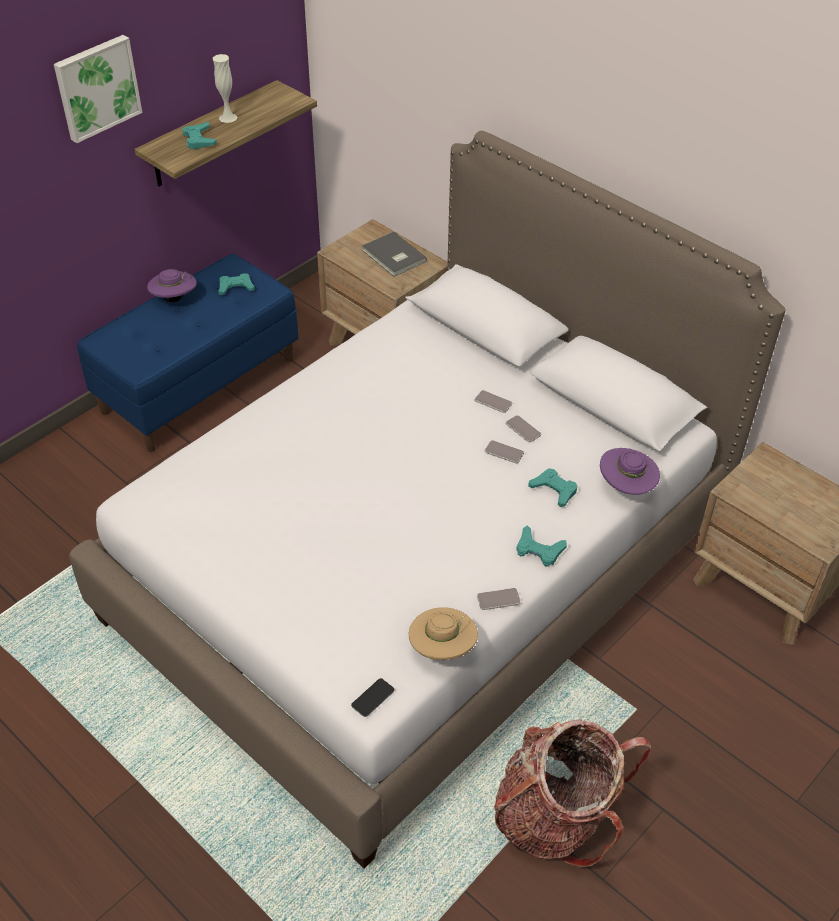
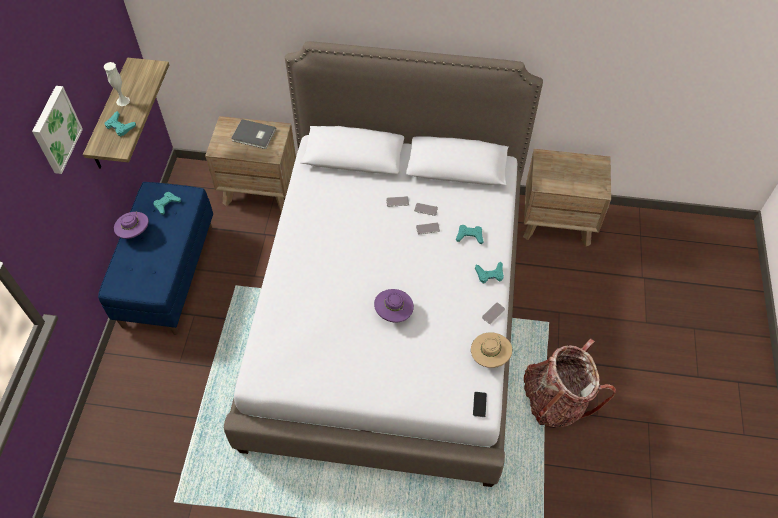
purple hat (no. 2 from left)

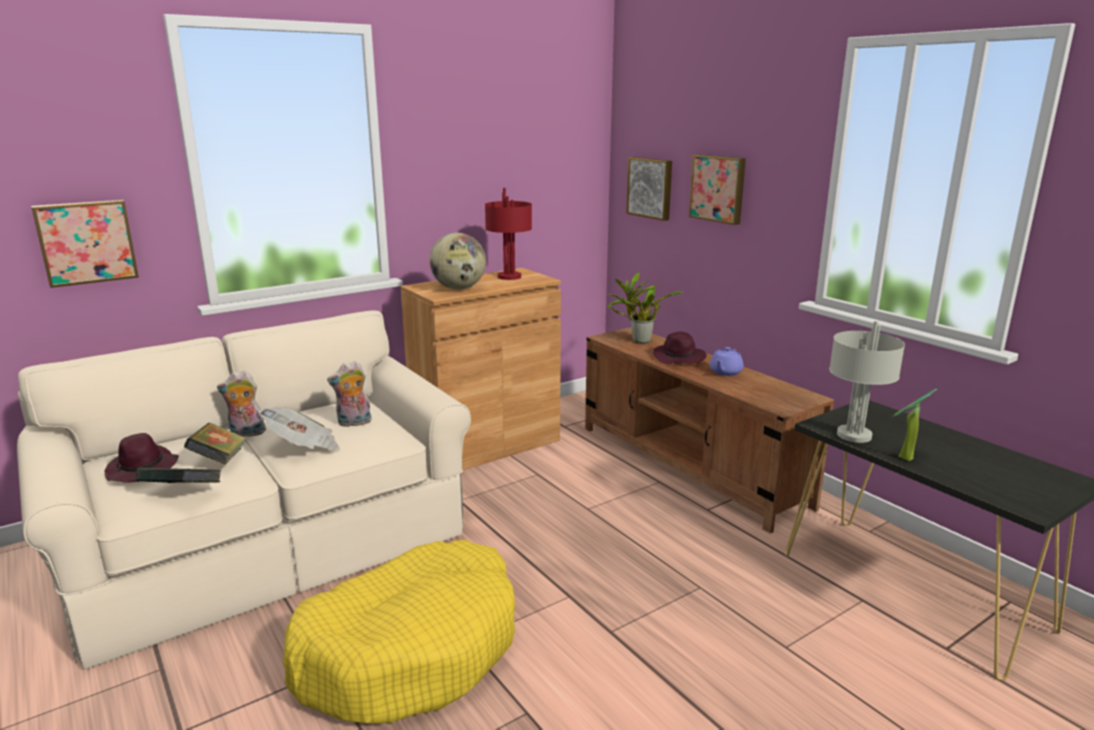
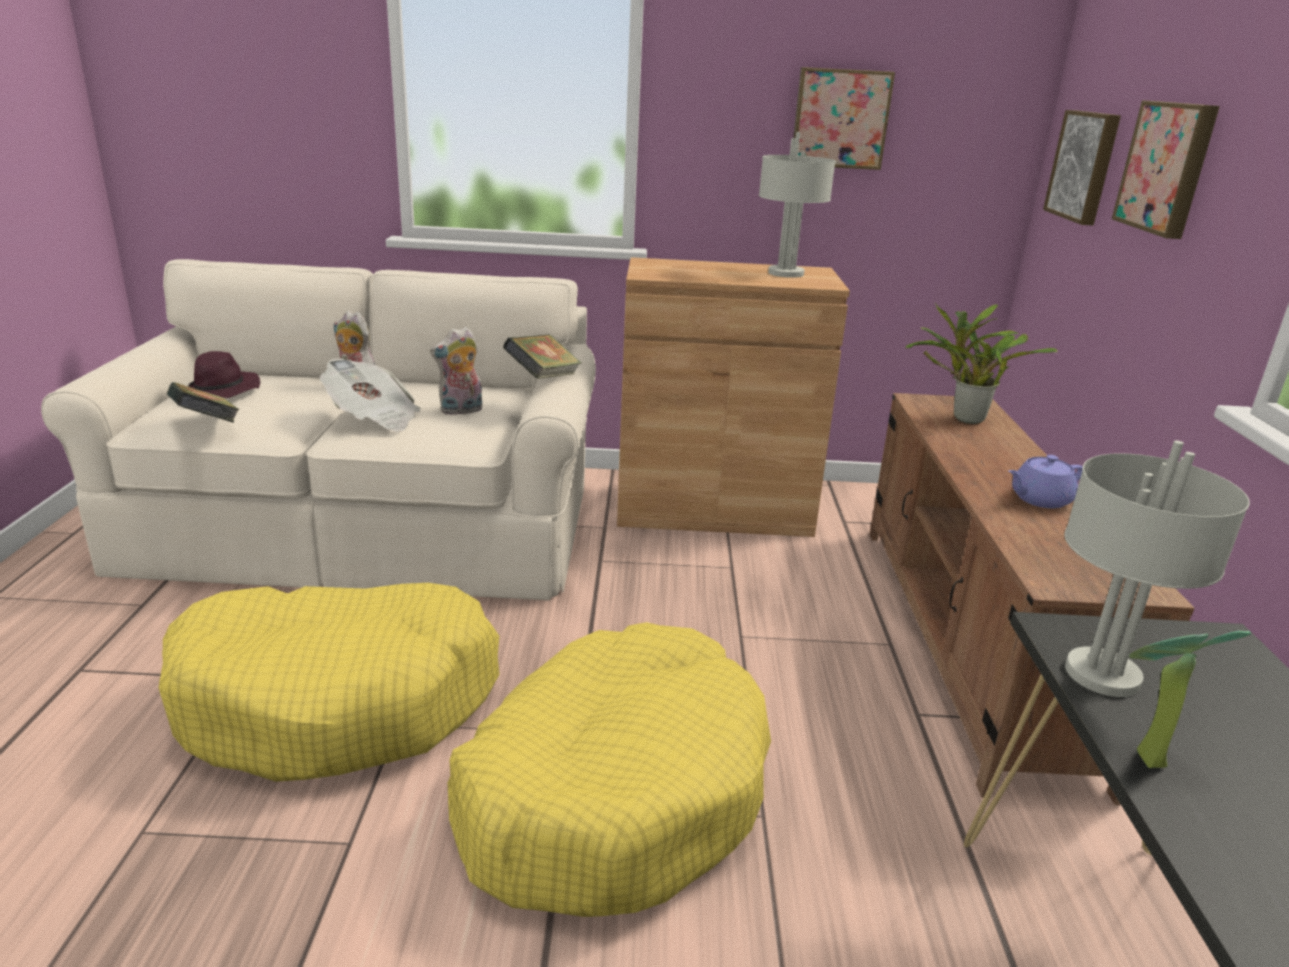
picture (no. 1 from left); book (no. 2 from left); plush toy (no. 2 from left); globe; grey table lamp (no. 1 from left); purple hat (no. 2 from left in the first image); yellow dog bed (no. 2 from left)

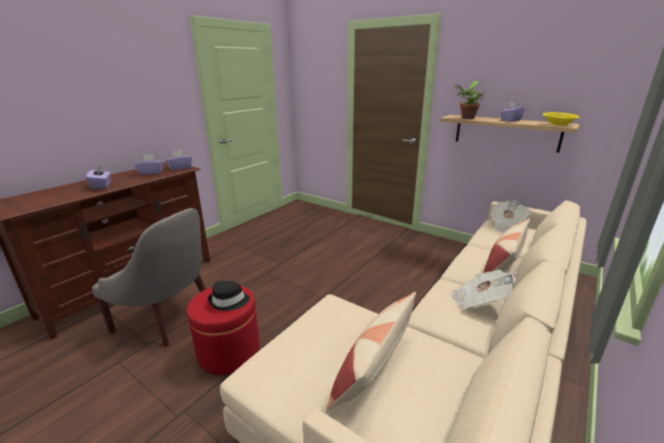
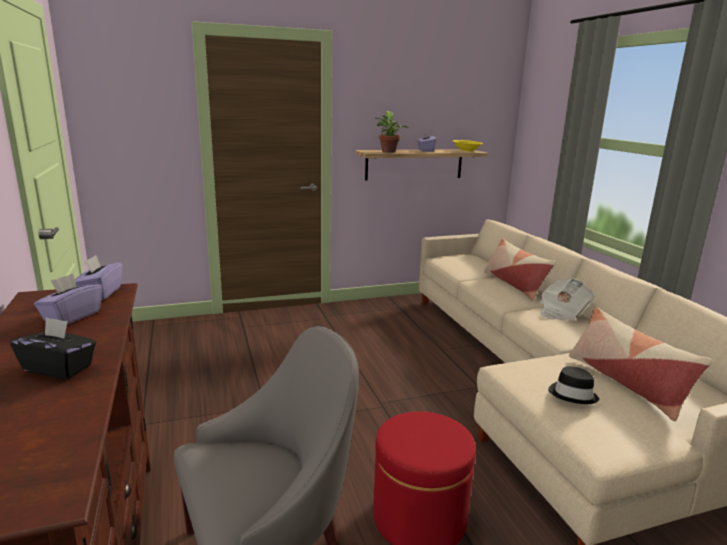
black tissue box; black hat; newspaper (no. 2 from left in the first image)

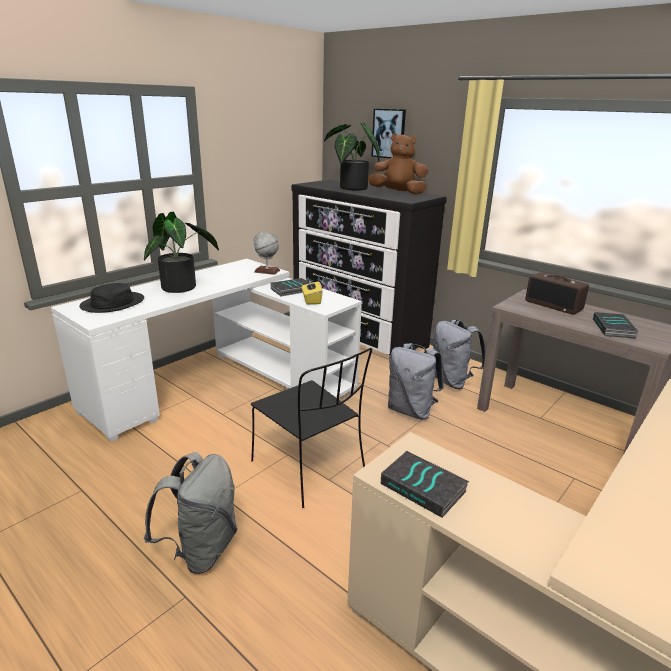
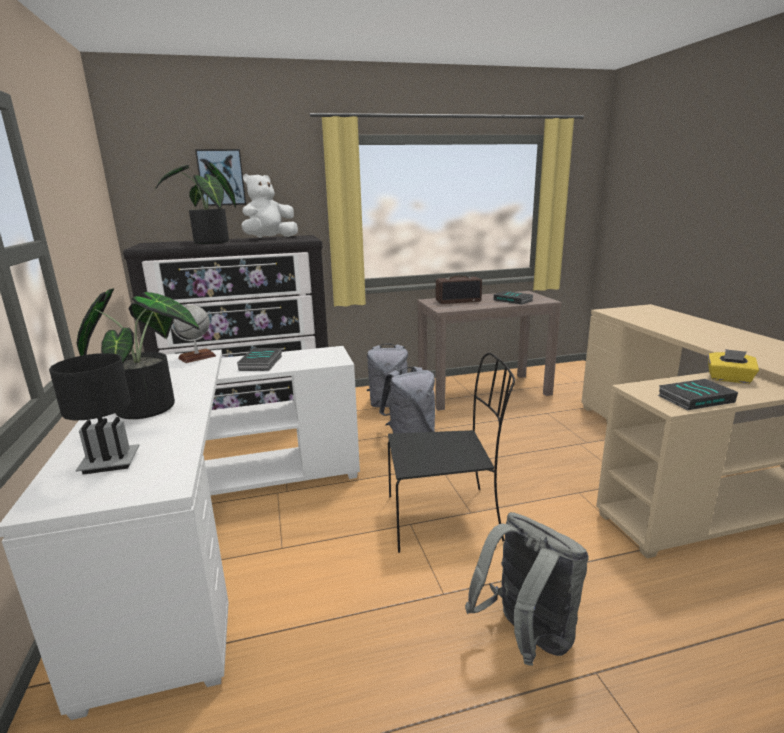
black table lamp; yellow tissue box; white plush toy

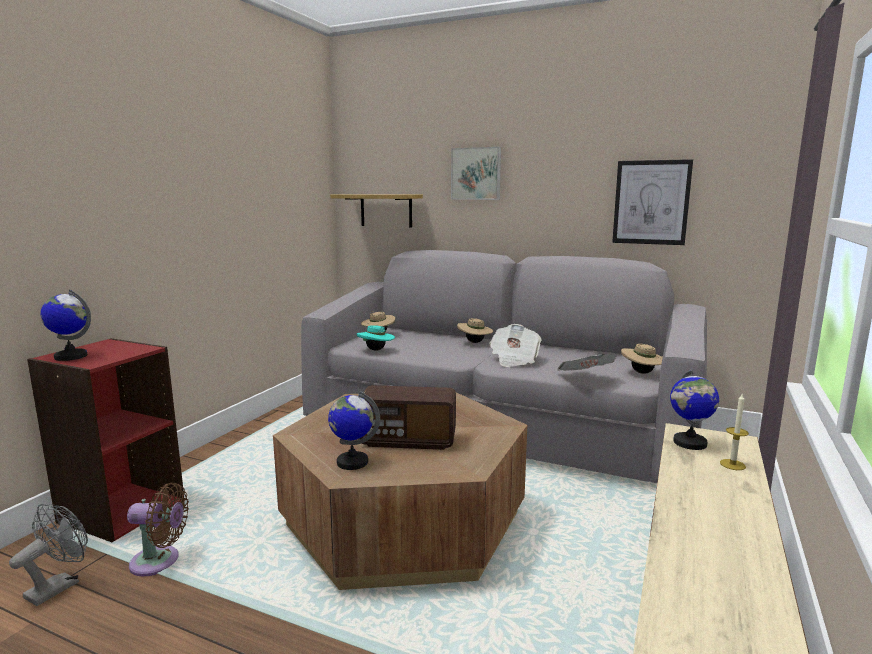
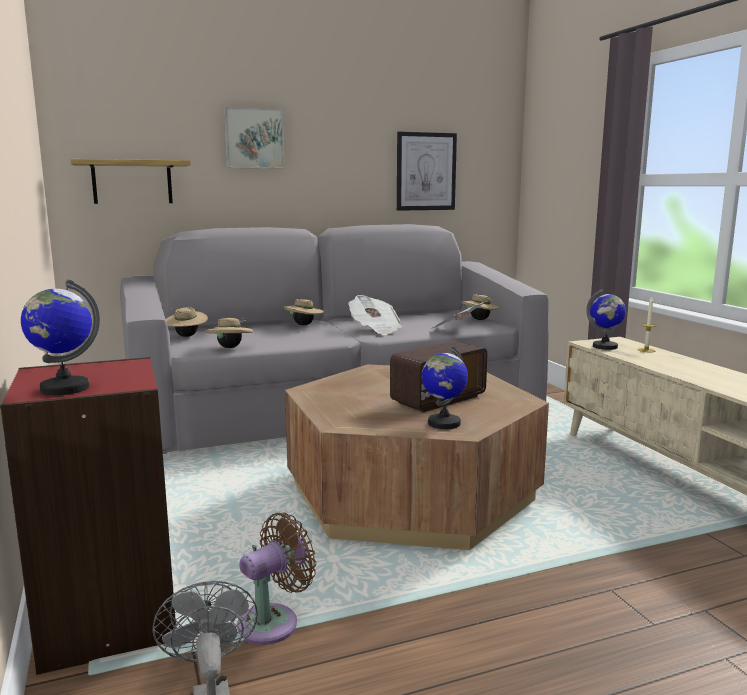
beige hat (no. 2 from left)

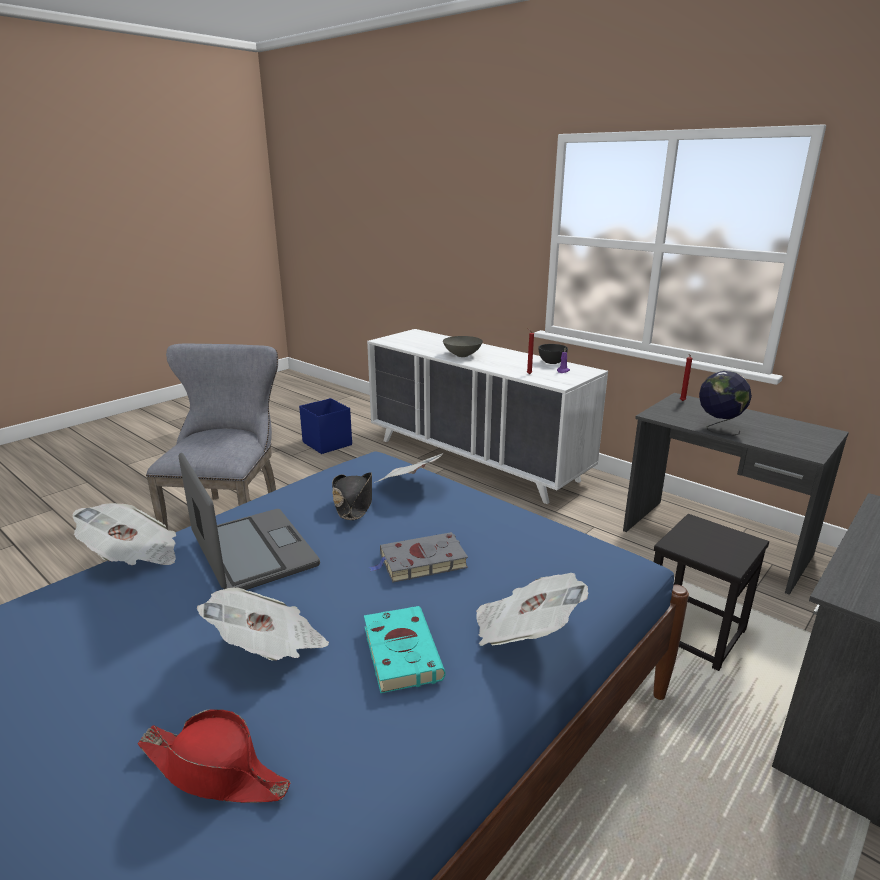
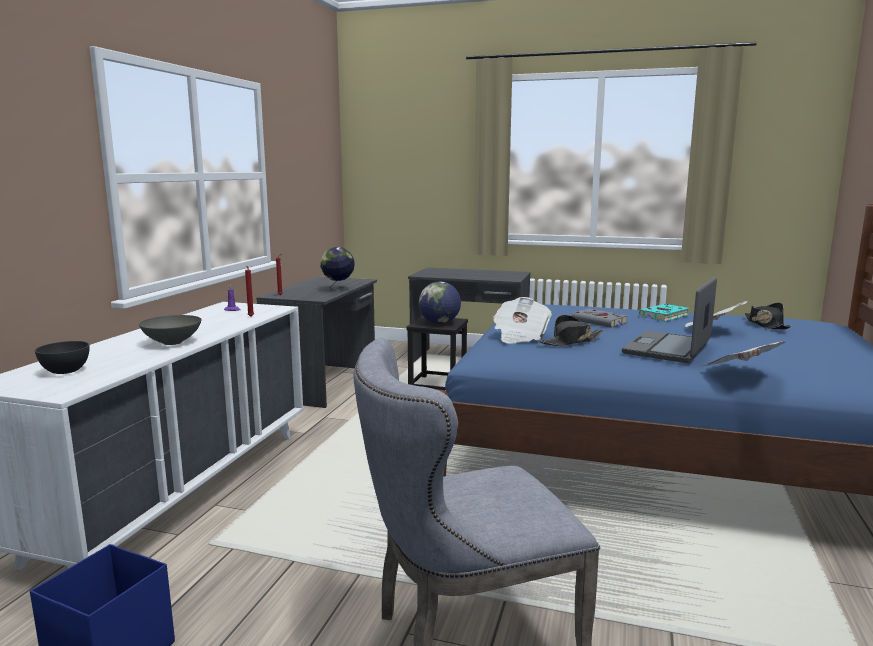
black hat (no. 2 from left); newspaper (no. 4 from left in the first image); grey bowl (no. 1 from left); globe (no. 2 from left)

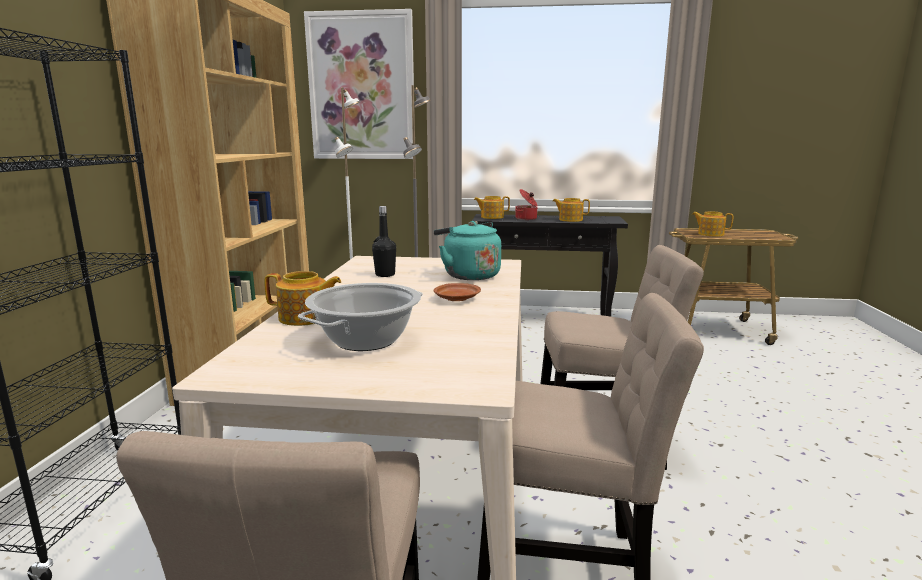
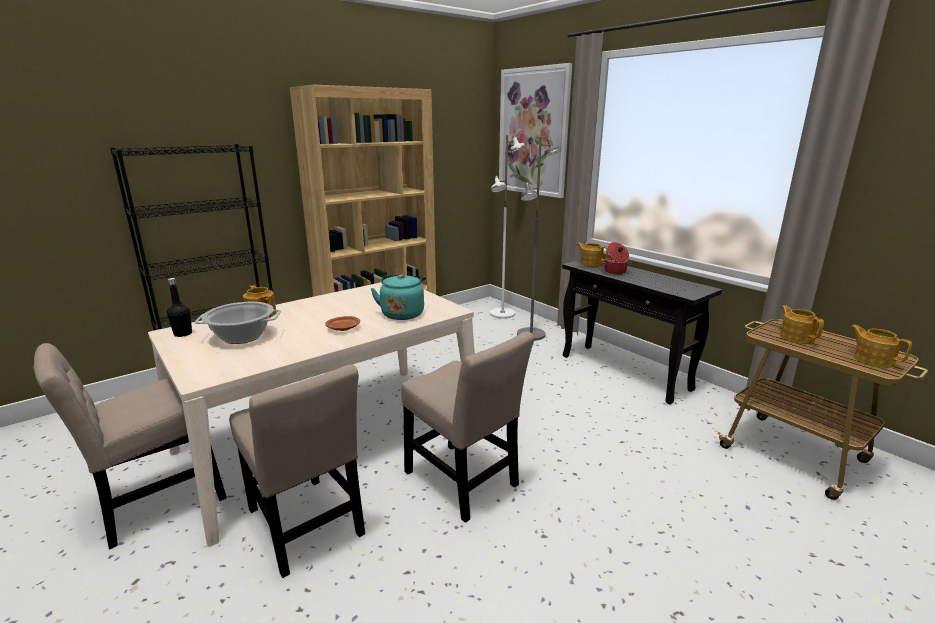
black bottle; teapot (no. 4 from left)

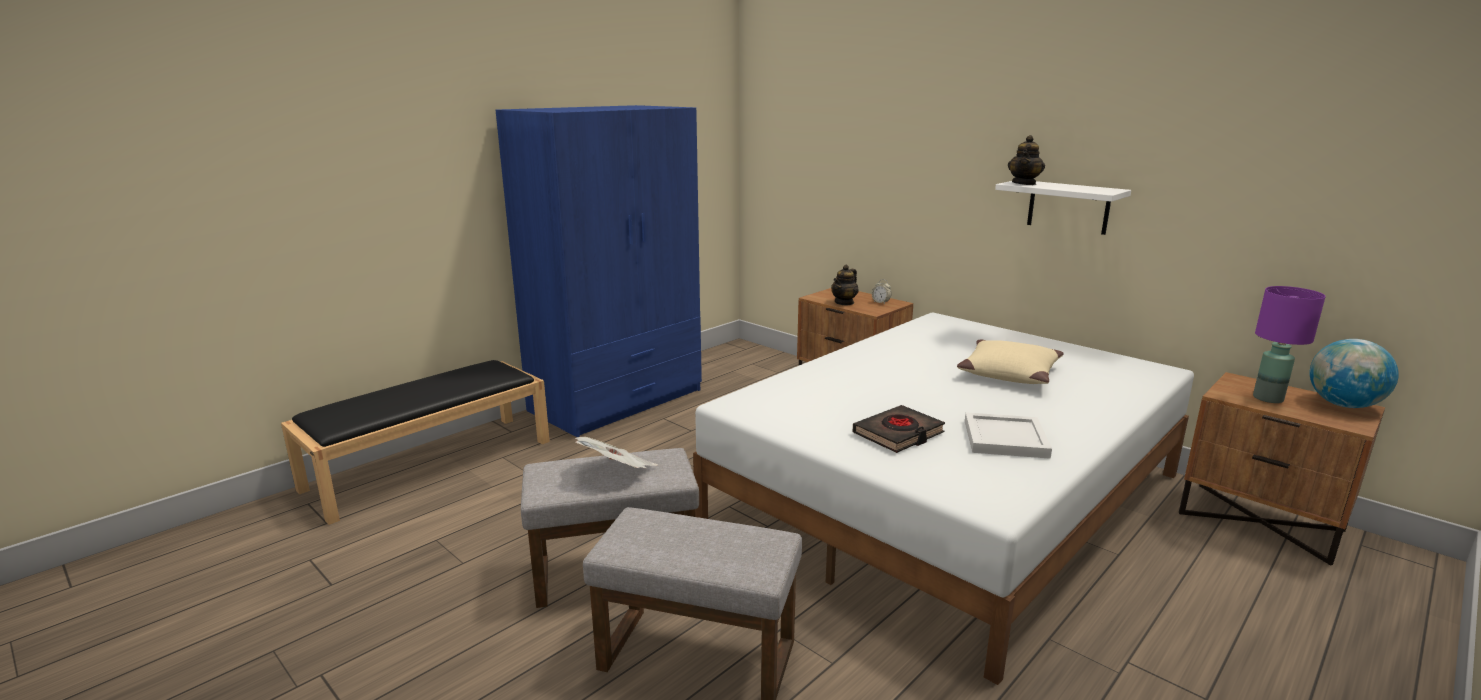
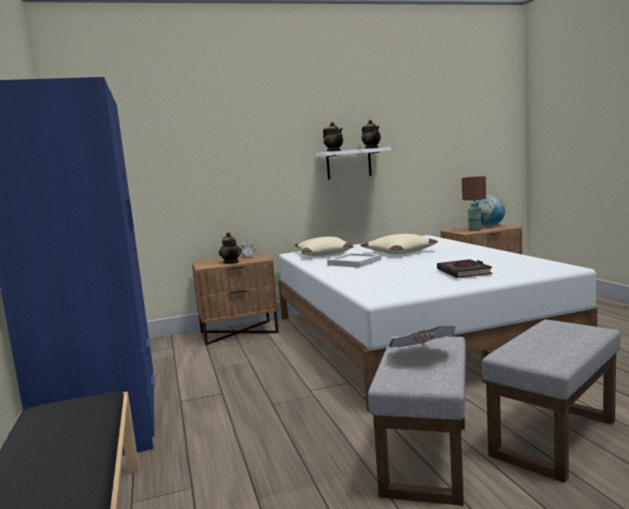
white tray; brown table lamp; beige pillow (no. 1 from left); teapot (no. 3 from left)

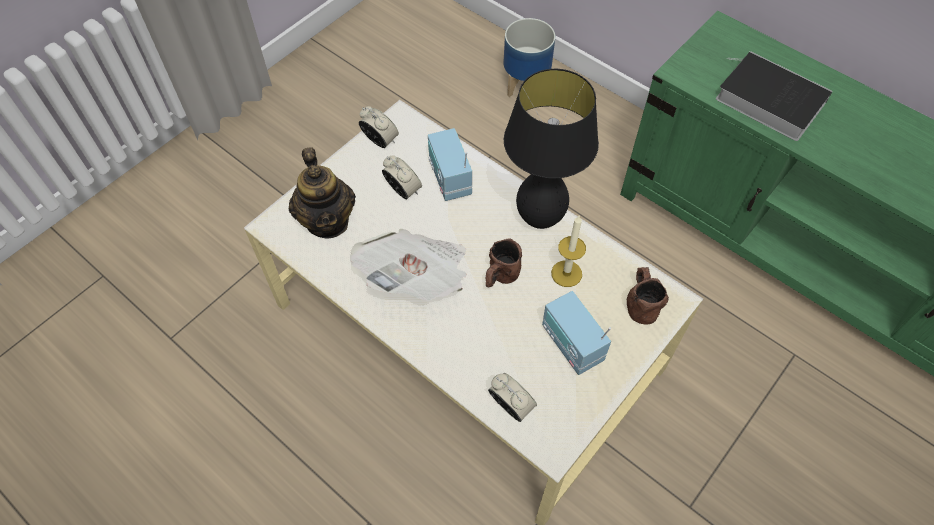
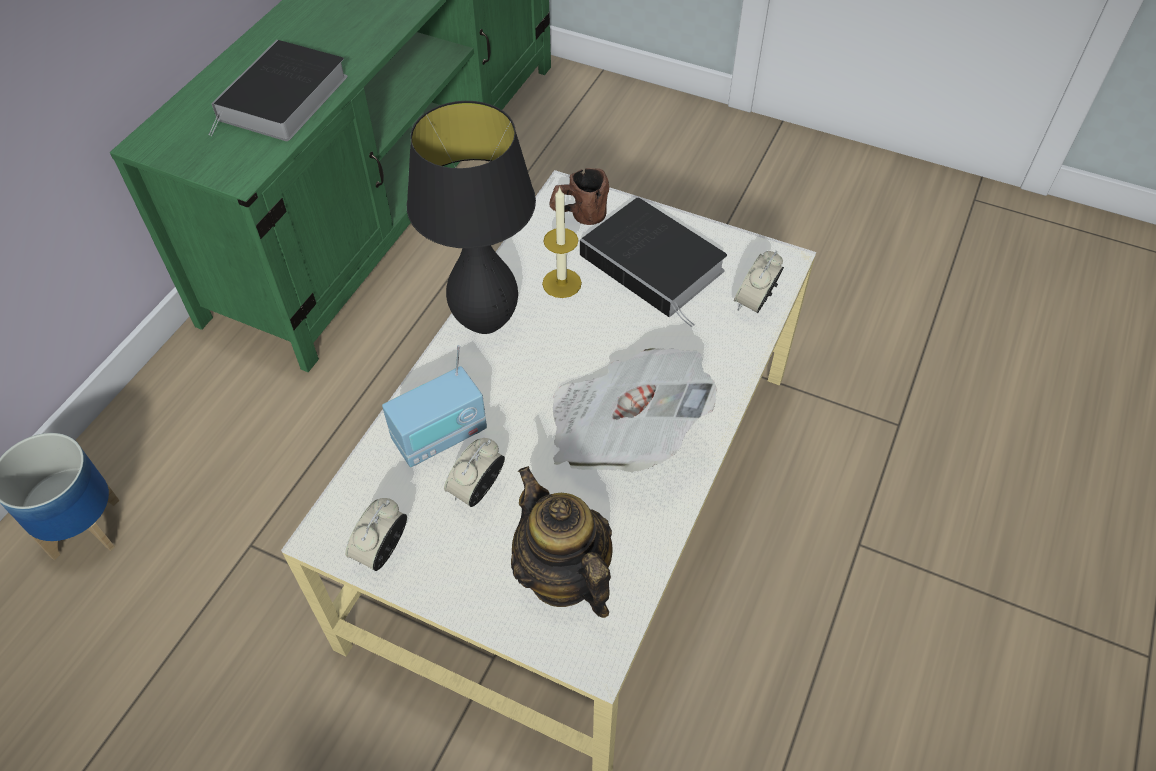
teapot; brown mug (no. 1 from left in the first image); book (no. 2 from left)

